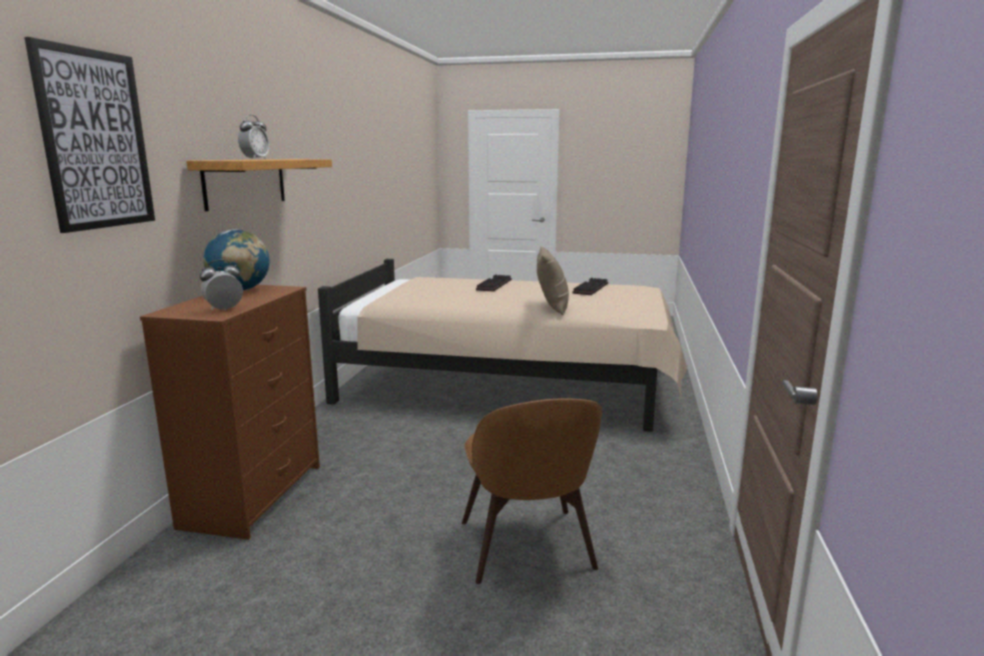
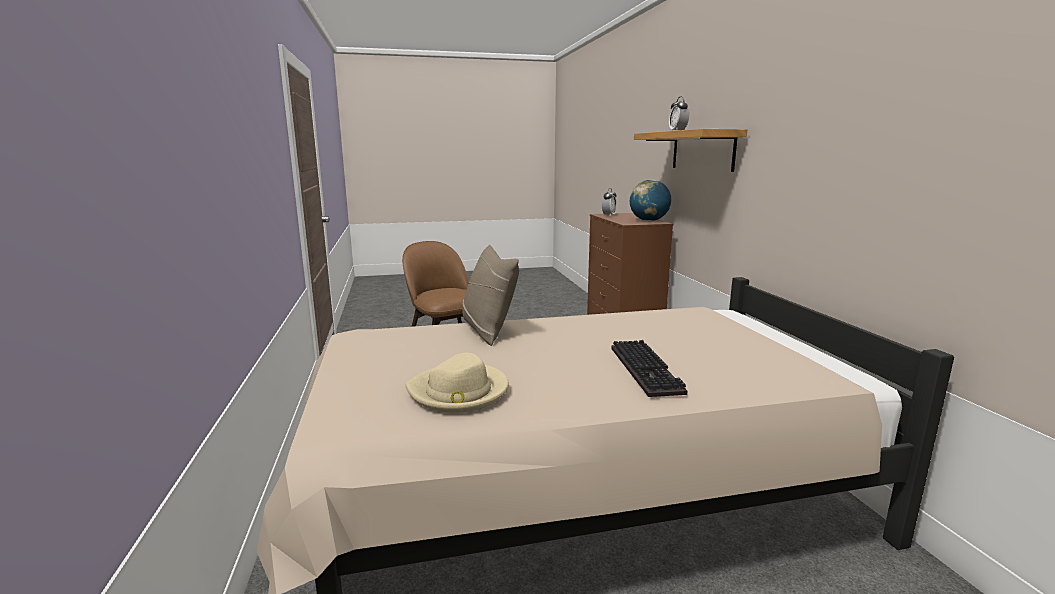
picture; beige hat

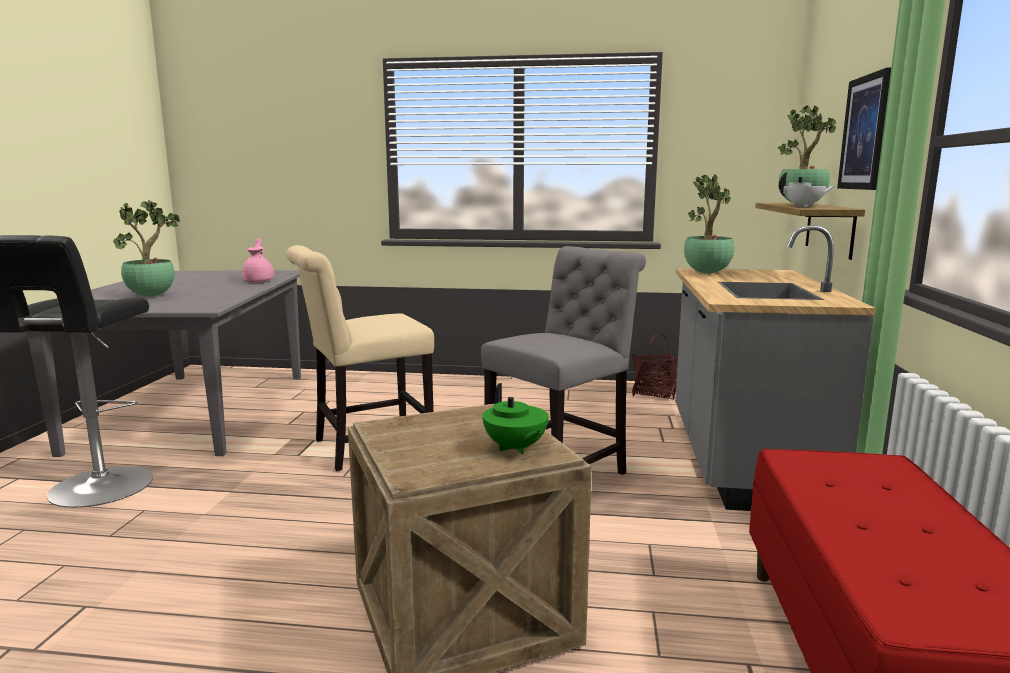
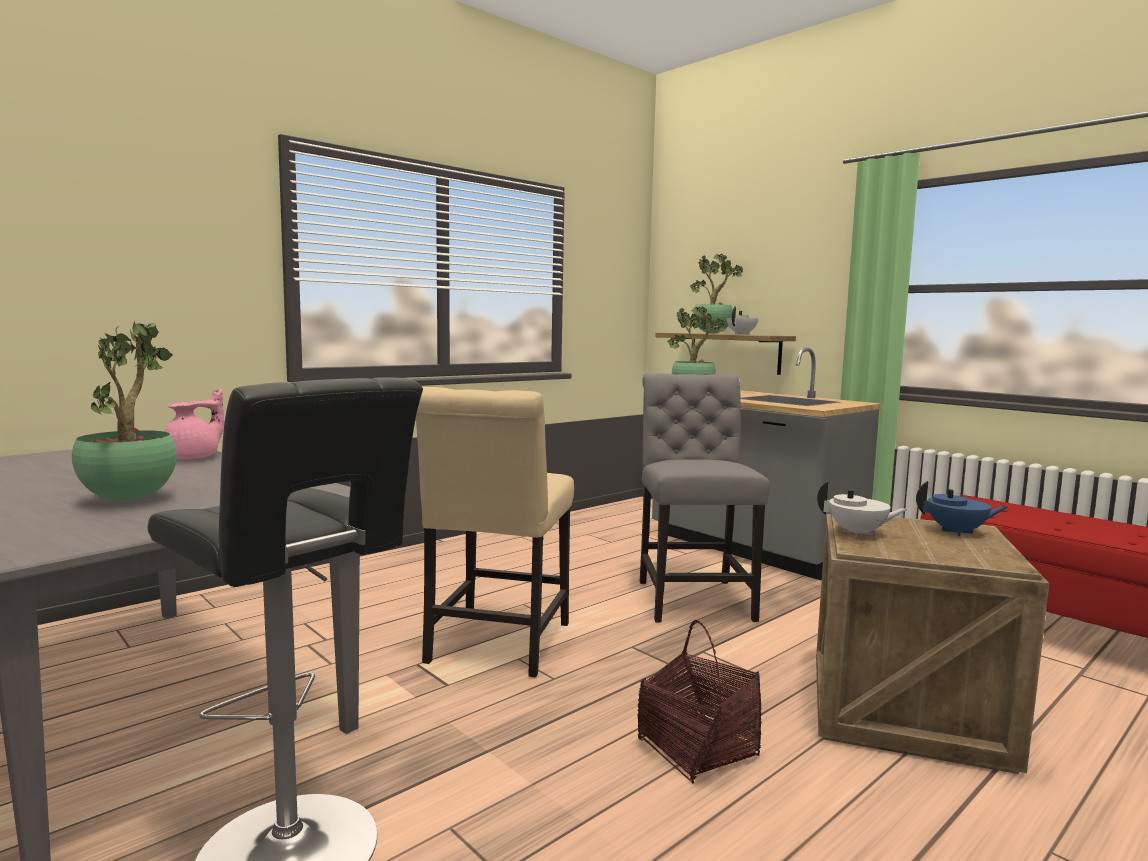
pink teapot; blue teapot; basket; picture; white teapot (no. 2 from left)

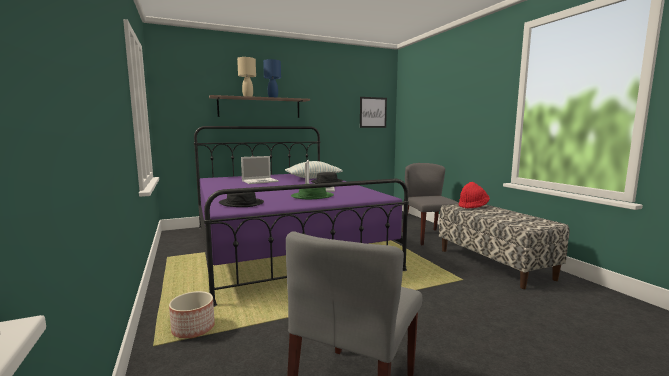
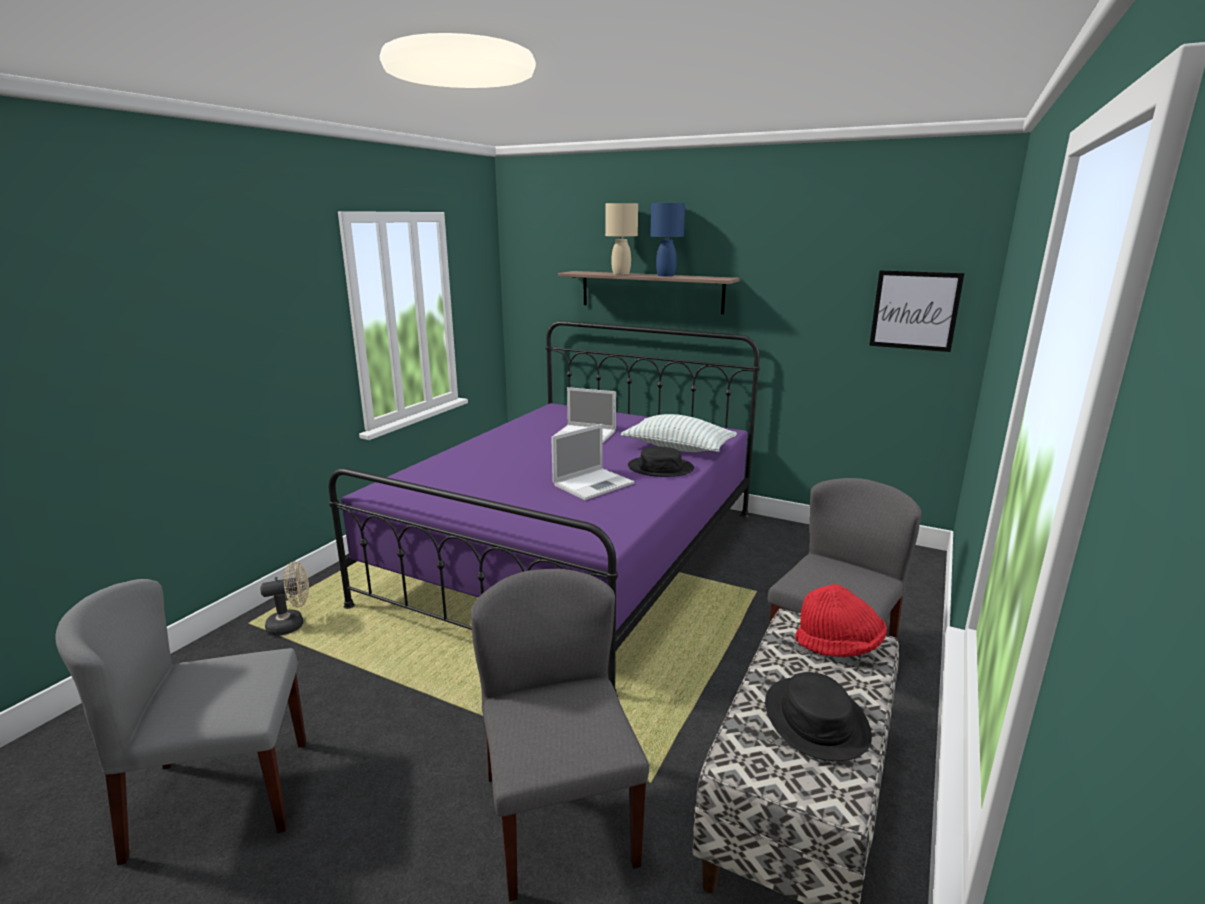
beige fan; black hat (no. 2 from left); green hat; grey chair (no. 2 from left)

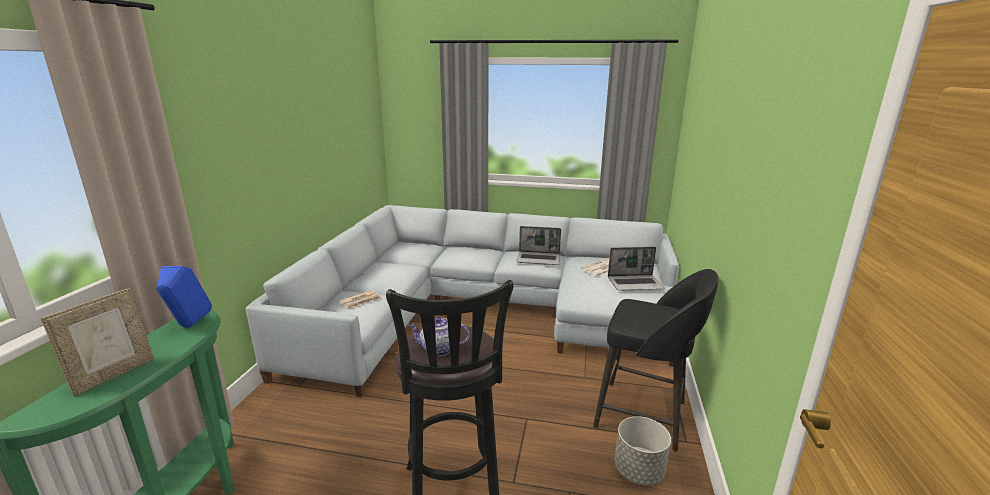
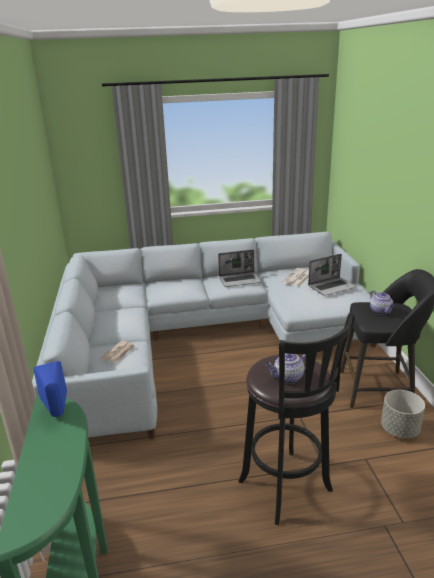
picture frame; teapot (no. 2 from left)

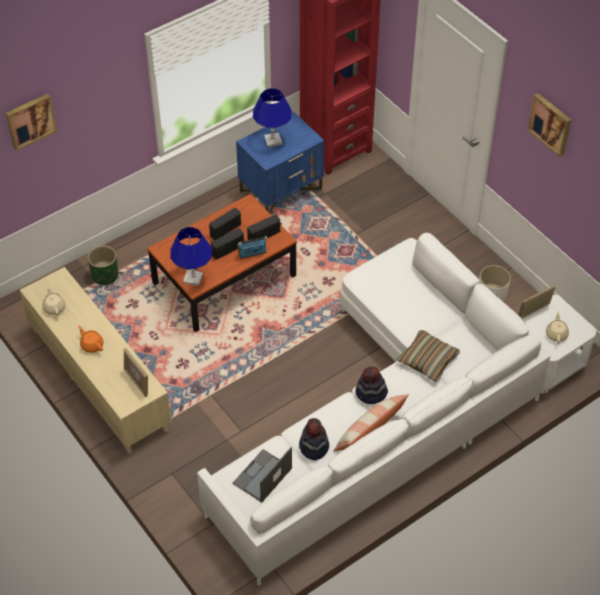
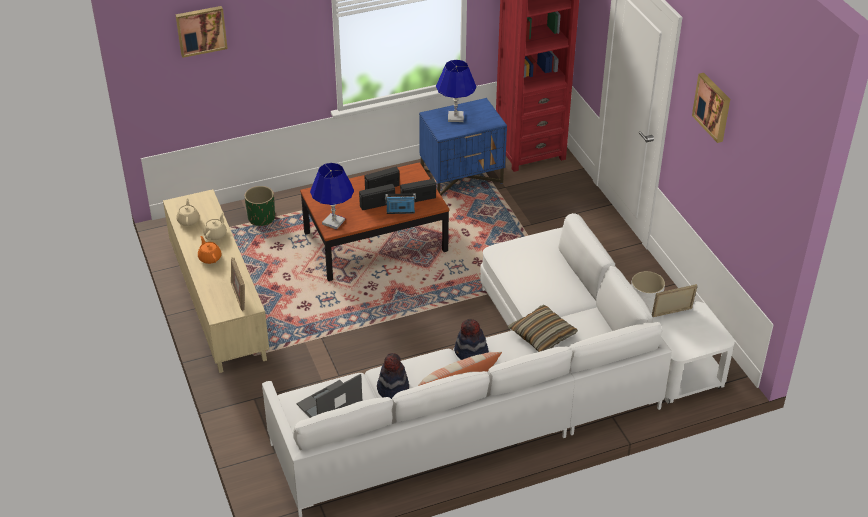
beige teapot (no. 2 from left)

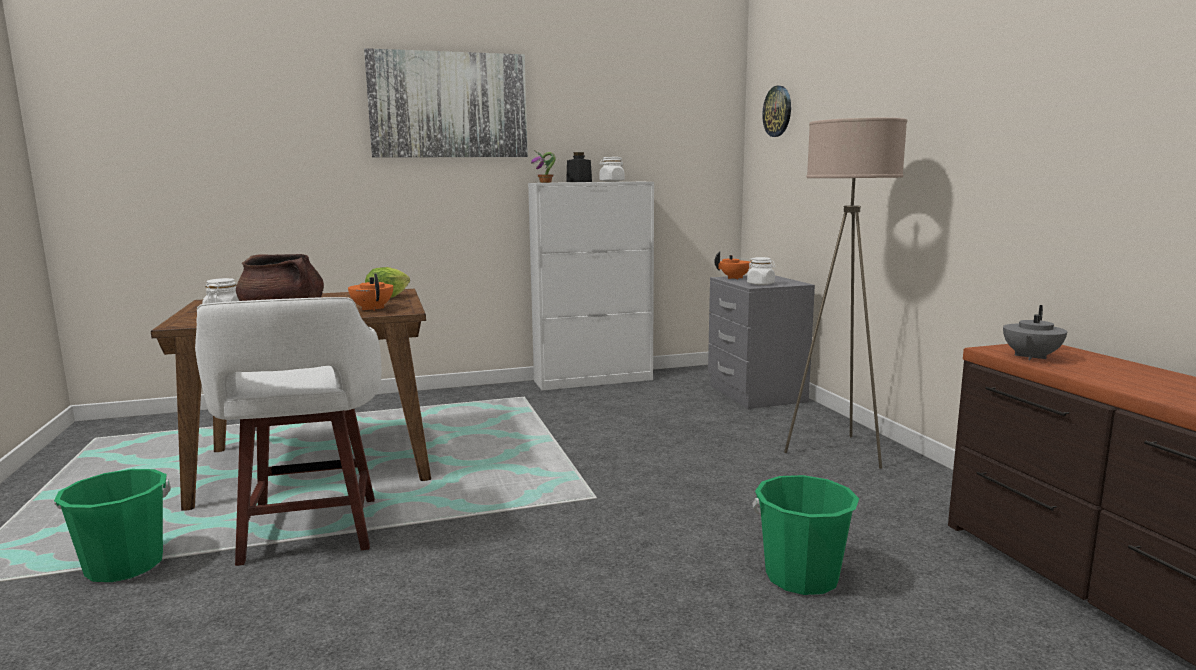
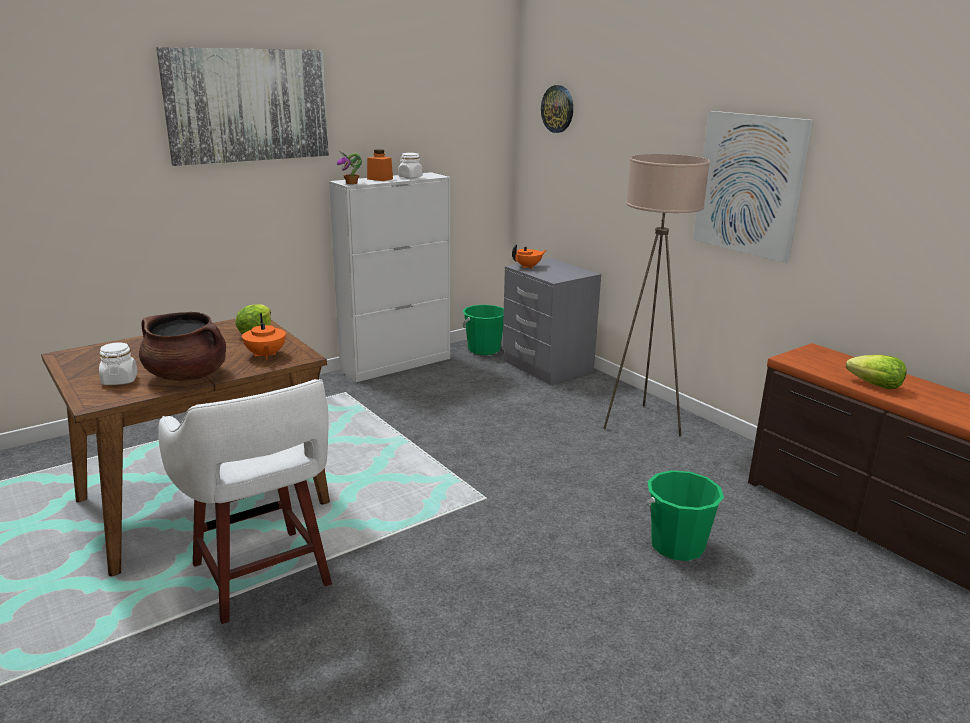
green bucket (no. 1 from left); orange teapot (no. 1 from left); orange jar; white jar (no. 3 from left in the first image); grey teapot; picture (no. 2 from left); lettuce (no. 2 from left)

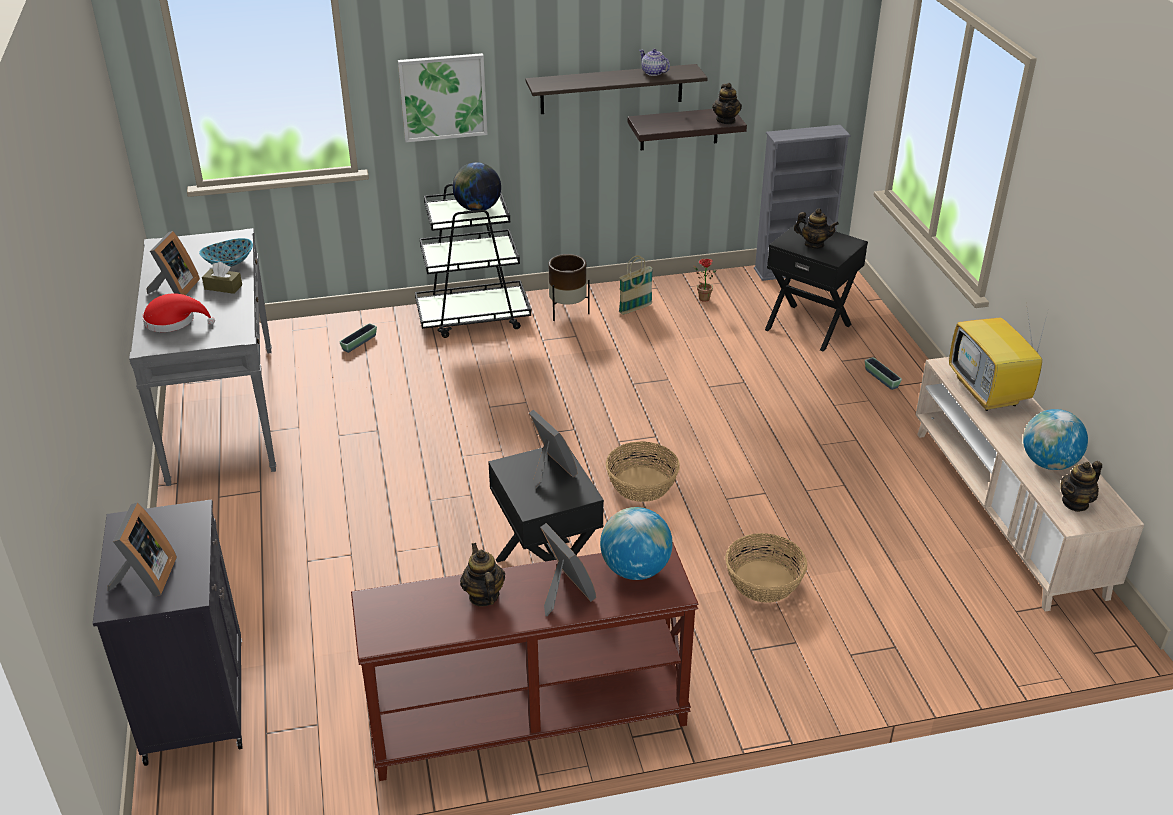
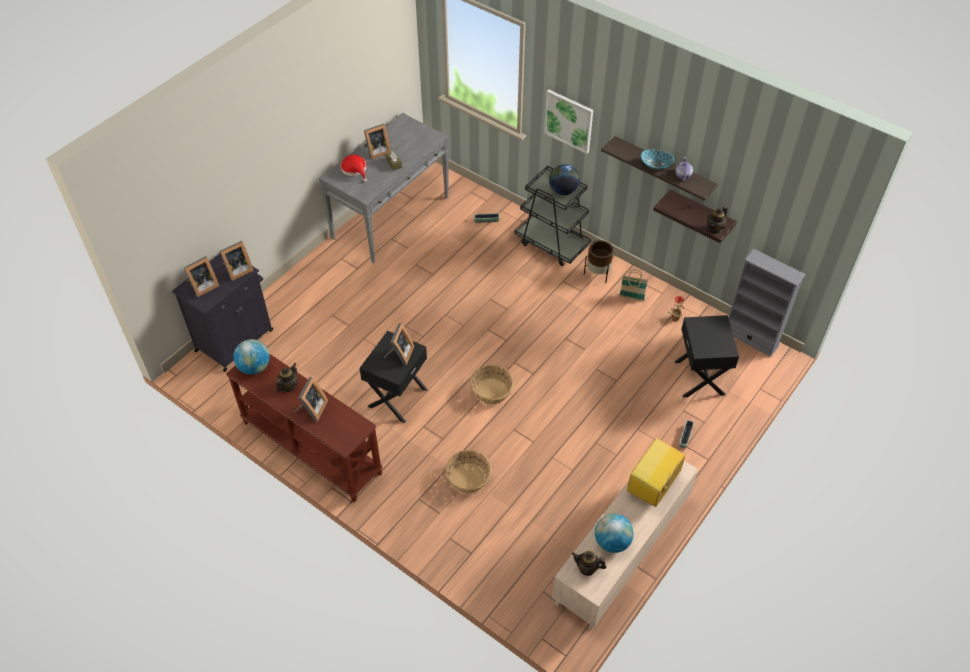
bowl; globe (no. 1 from left); teapot (no. 4 from left in the first image); picture frame (no. 2 from left)

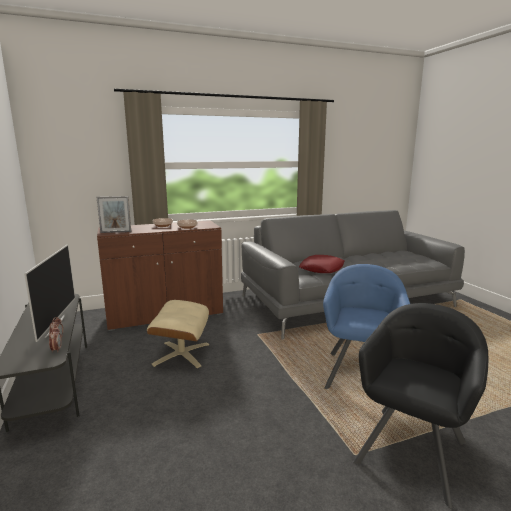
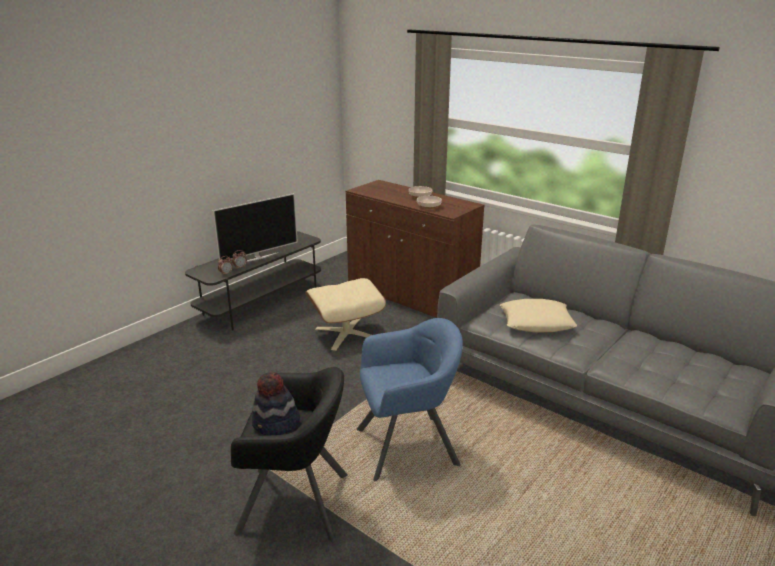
picture frame; beige pillow; hat

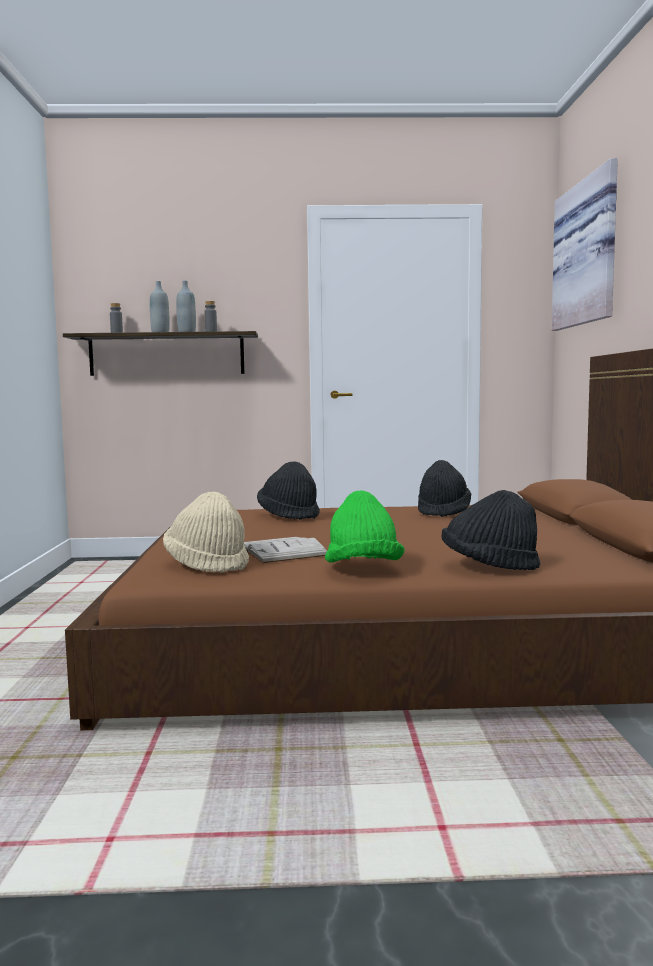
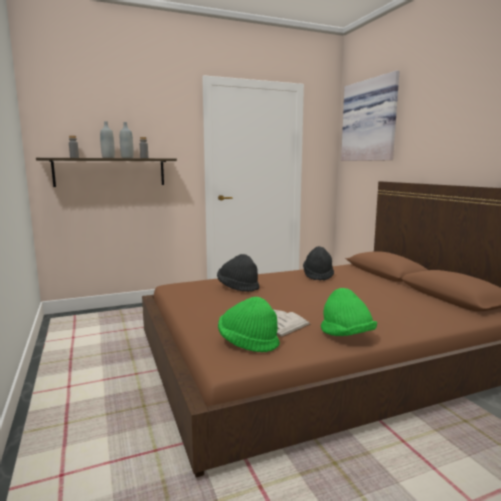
green hat (no. 1 from left); black hat (no. 3 from left in the first image)

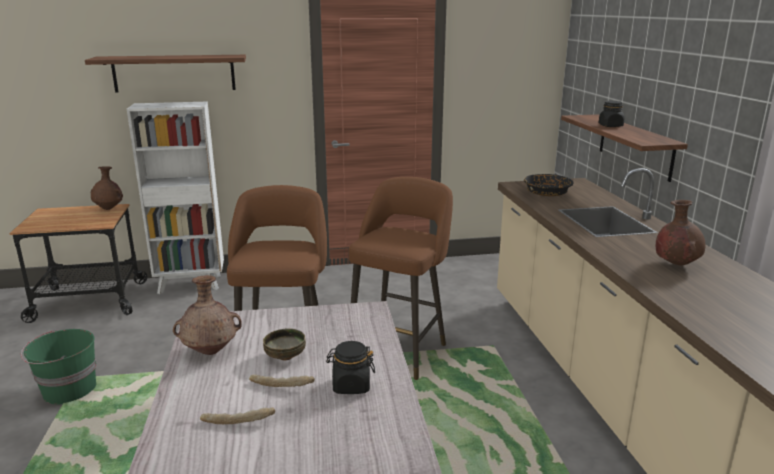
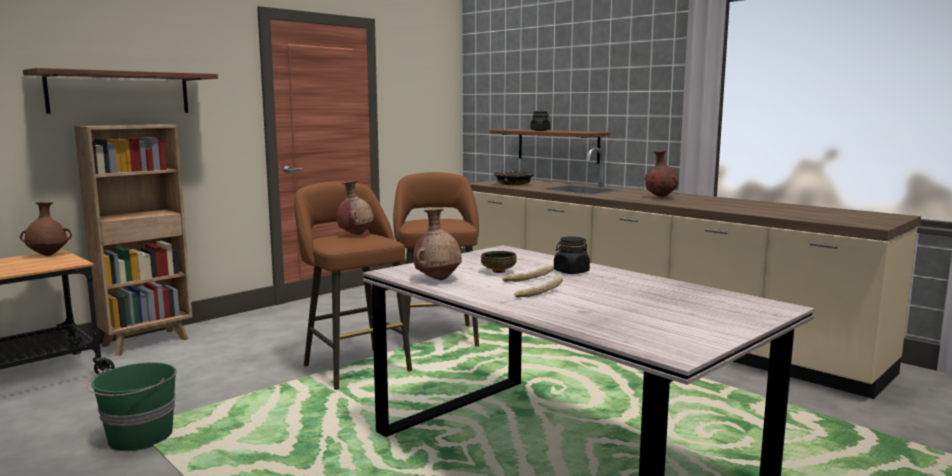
brown bookcase; brown vase (no. 2 from left)

